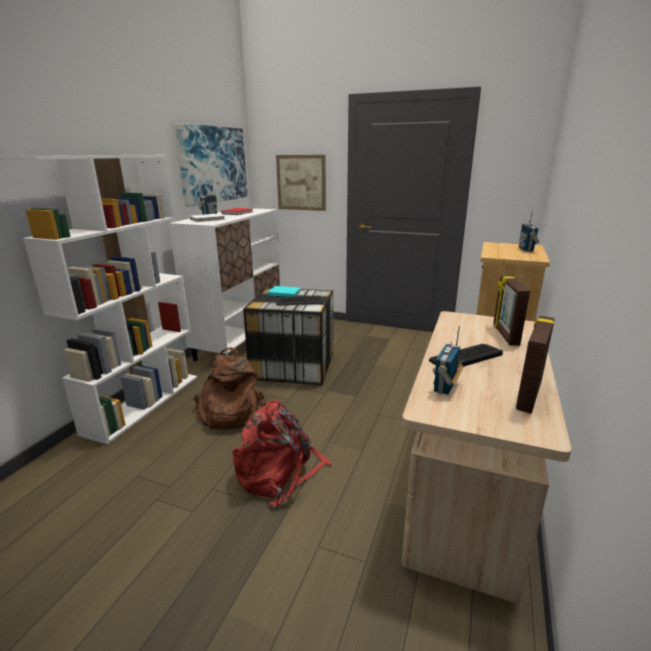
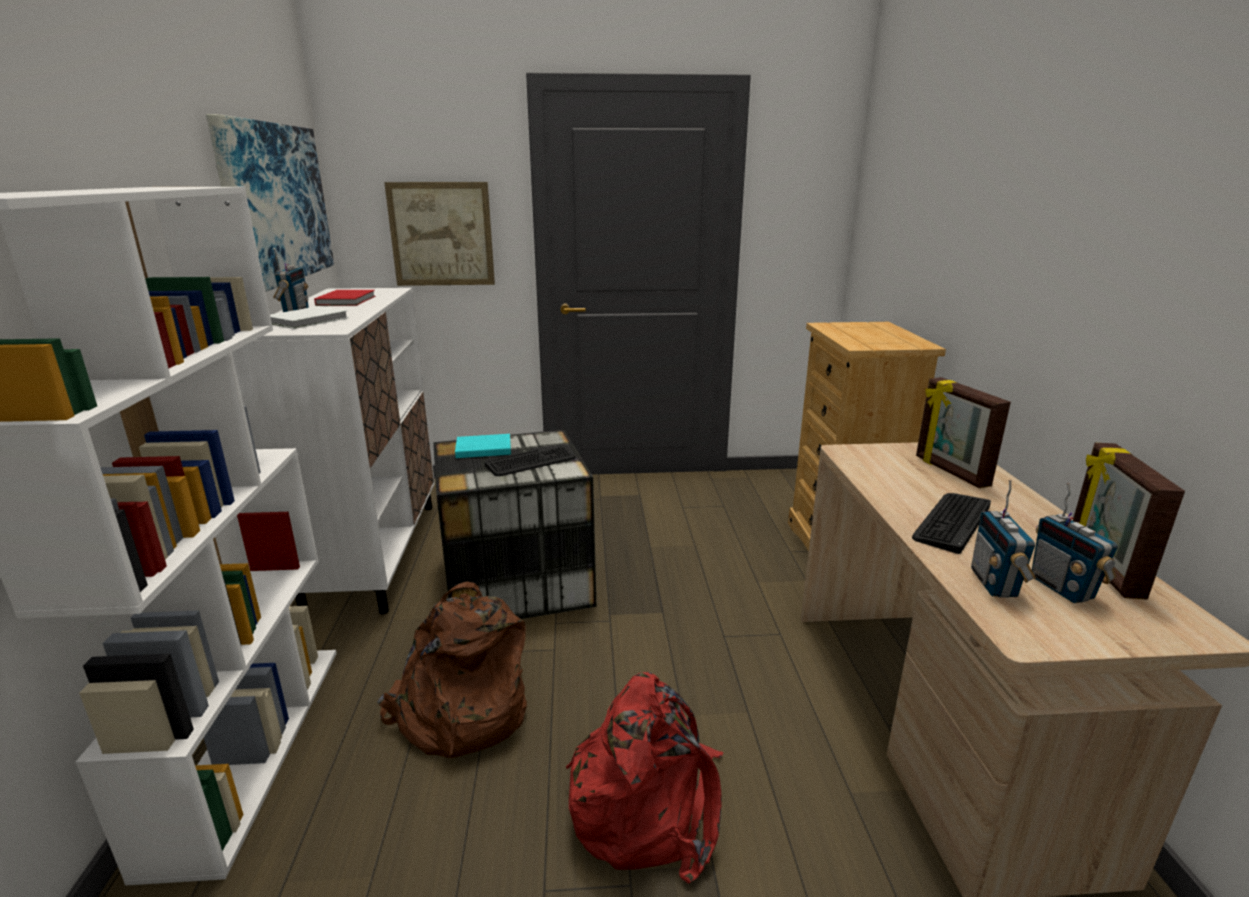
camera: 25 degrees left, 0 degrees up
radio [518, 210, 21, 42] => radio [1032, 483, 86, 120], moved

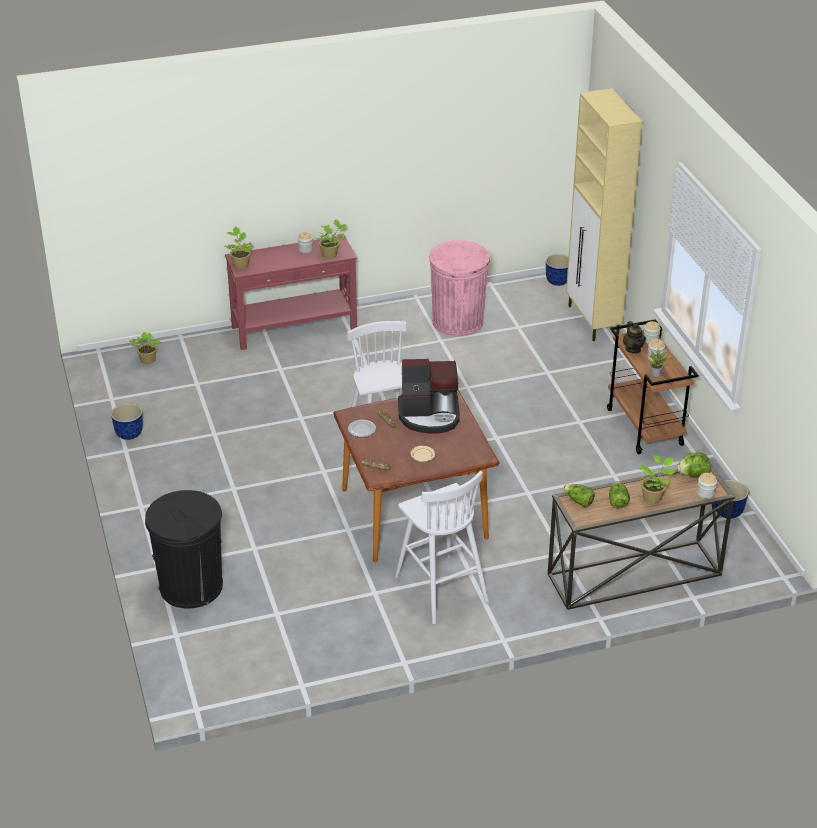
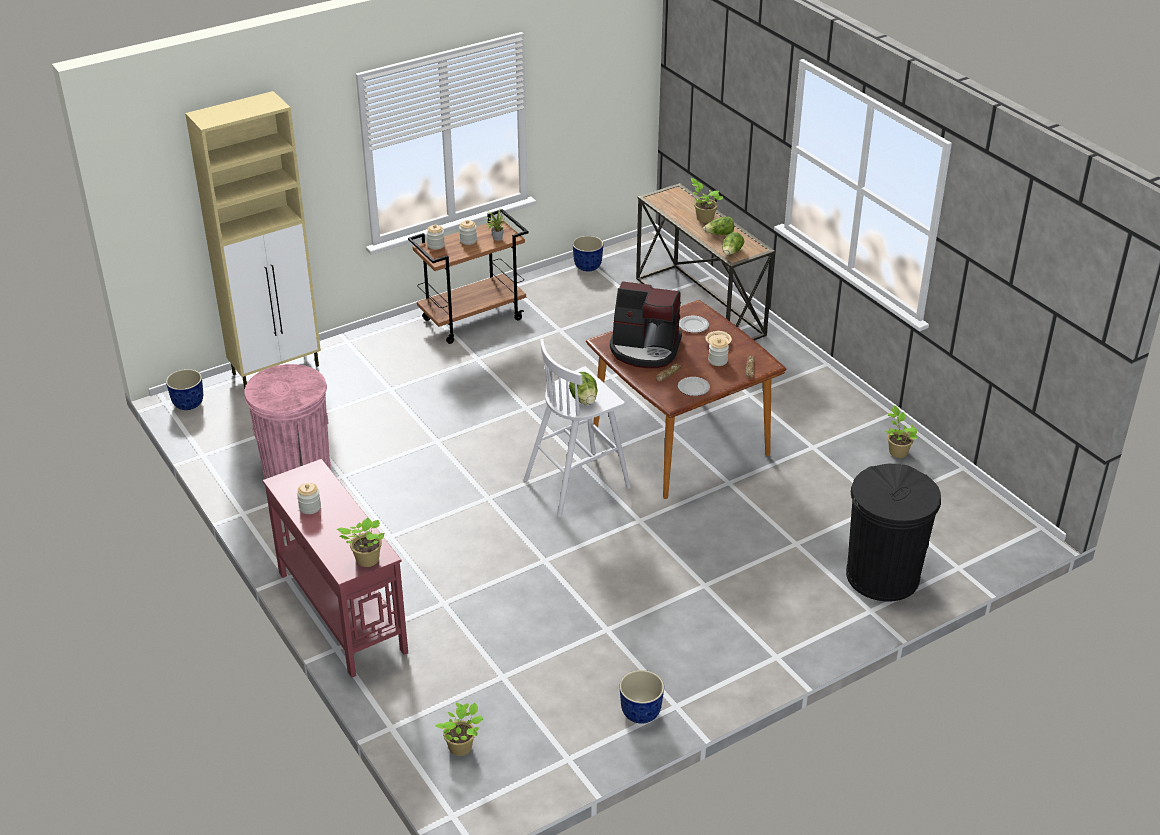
camera: 105 degrees left, 0 degrees up
potted plant [316, 219, 30, 40] => potted plant [885, 406, 33, 52], moved
teapot [623, 321, 23, 33] => nothing
coffee machine [398, 359, 62, 75] => coffee machine [610, 281, 72, 87], 120 degrees clockwise
lettuce [677, 452, 34, 25] => lettuce [569, 372, 29, 33], moved
stool/white [395, 471, 94, 153] => nothing
jar [697, 473, 20, 26] => jar [708, 338, 21, 28], moved
nothing => plate [679, 316, 30, 17]

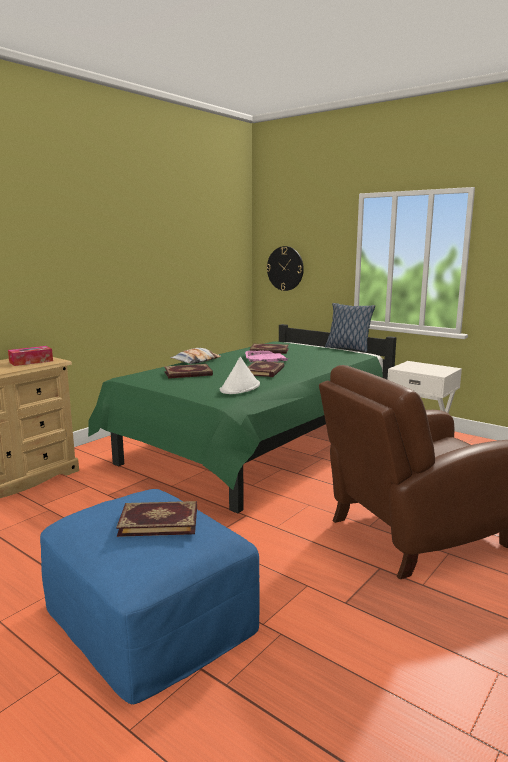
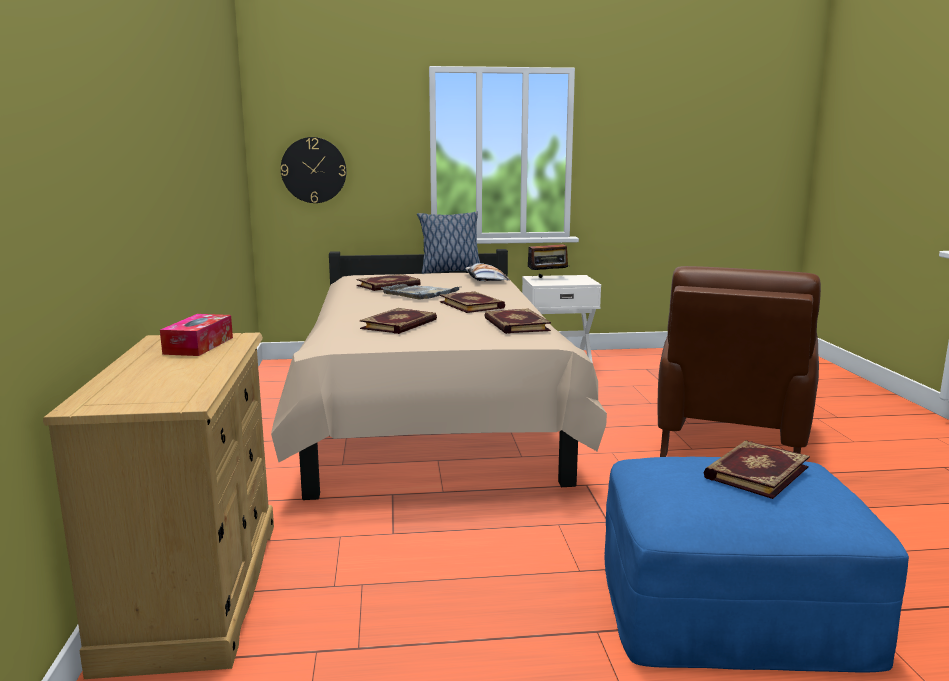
camera: 45 degrees left, 0 degrees up
bed/green [88, 324, 308, 190] => bed/beige [271, 249, 336, 251]
pillow [170, 348, 51, 16] => pillow [465, 263, 45, 18], moved
tray/pink [245, 351, 44, 11] => tray/grey [381, 284, 78, 15]
hat/white [220, 357, 40, 37] => book [484, 308, 67, 26]
nothing => radio [528, 237, 42, 41]

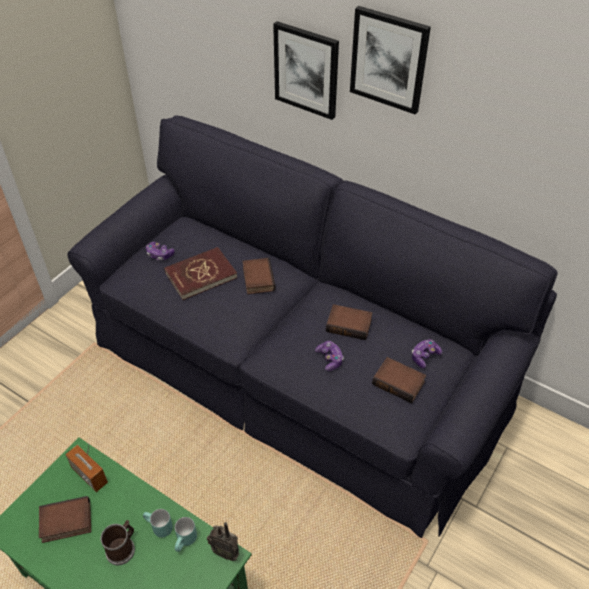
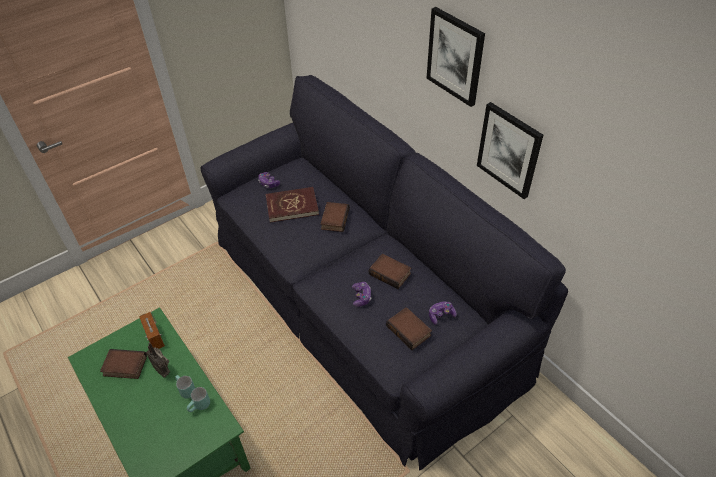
camera: 20 degrees right, 0 degrees up
picture [273, 21, 66, 99] => picture [477, 102, 66, 97], moved
mug [100, 520, 35, 45] => nothing
radio [207, 522, 33, 39] => radio [146, 343, 24, 35], moved

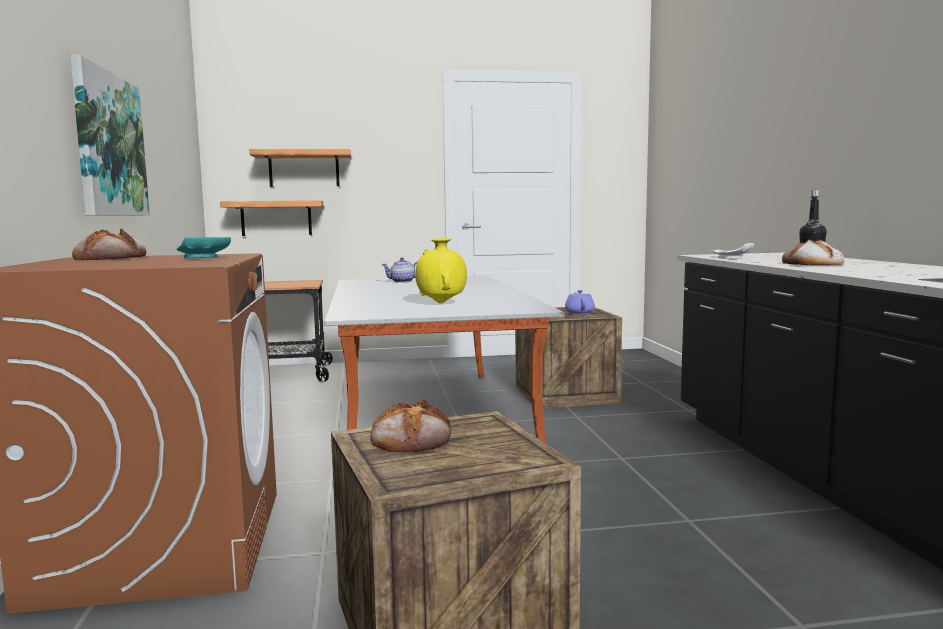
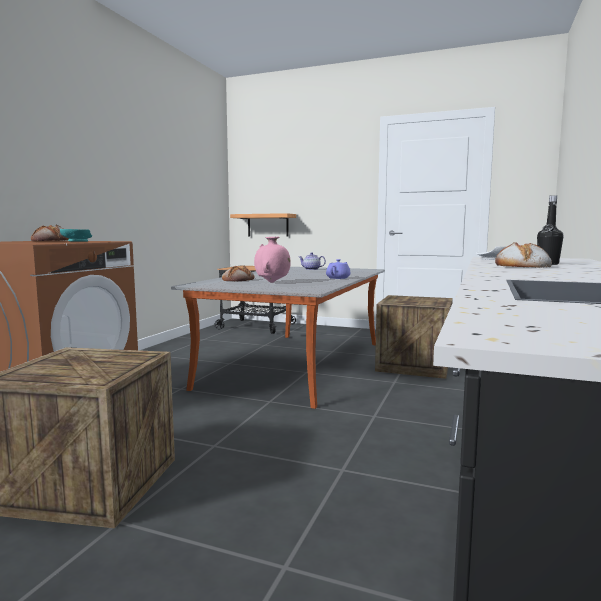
camera: 30 degrees right, 0 degrees up
picture [70, 55, 80, 160] => nothing
shelf [249, 149, 102, 38] => nothing
vase/yellow [415, 238, 52, 66] => vase/pink [254, 237, 37, 46]
teapot/purple [565, 290, 30, 24] => teapot/purple [326, 259, 25, 20], moved
bread [370, 400, 81, 52] => bread [222, 266, 33, 15], moved

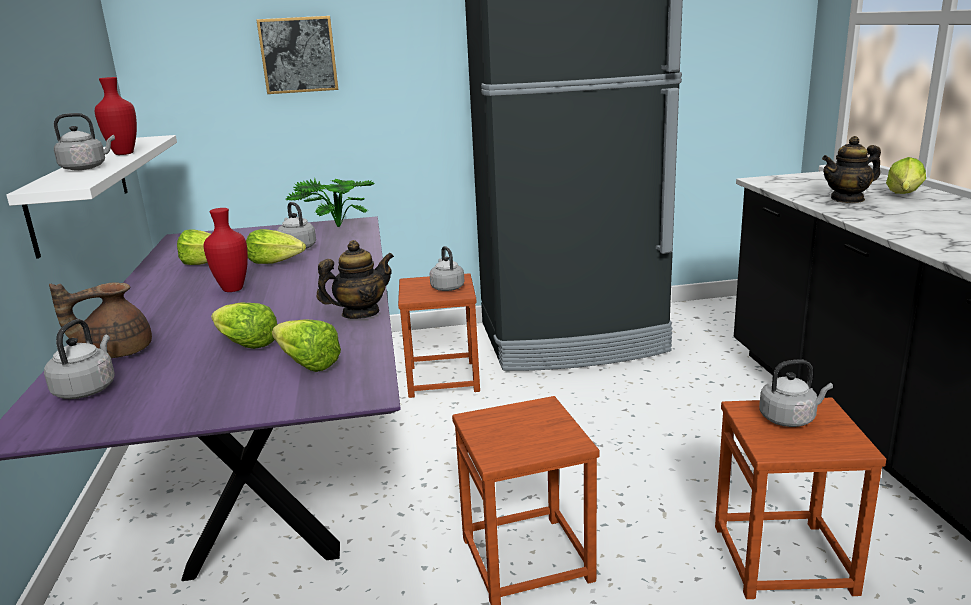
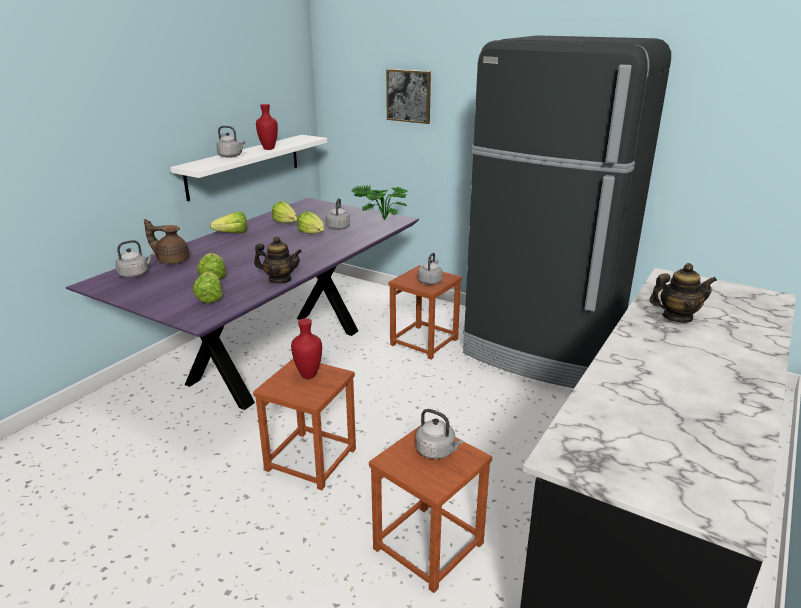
camera: 40 degrees right, 5 degrees up
teapot [822, 136, 59, 67] => teapot [649, 263, 68, 60], 150 degrees clockwise
lettuce [886, 157, 40, 37] => lettuce [210, 212, 37, 21], moved
vase/red [204, 208, 44, 84] => vase/red [291, 318, 31, 61], moved

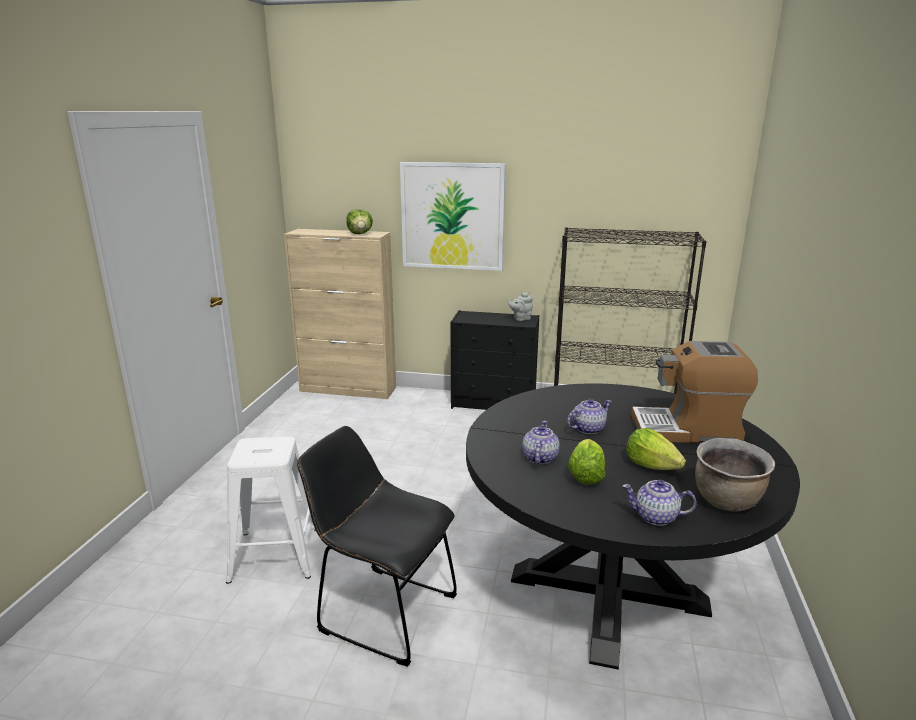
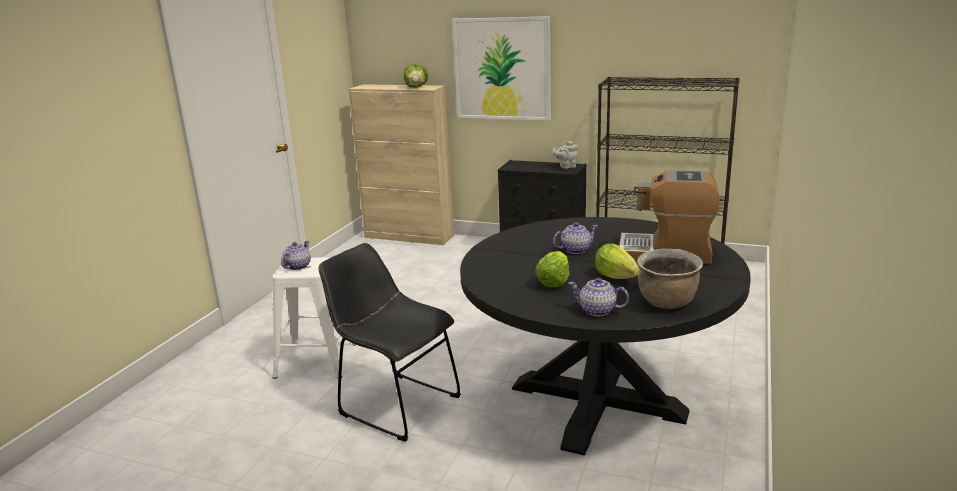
camera: 10 degrees right, 0 degrees up
teapot [522, 421, 38, 43] => teapot [281, 241, 30, 29], moved

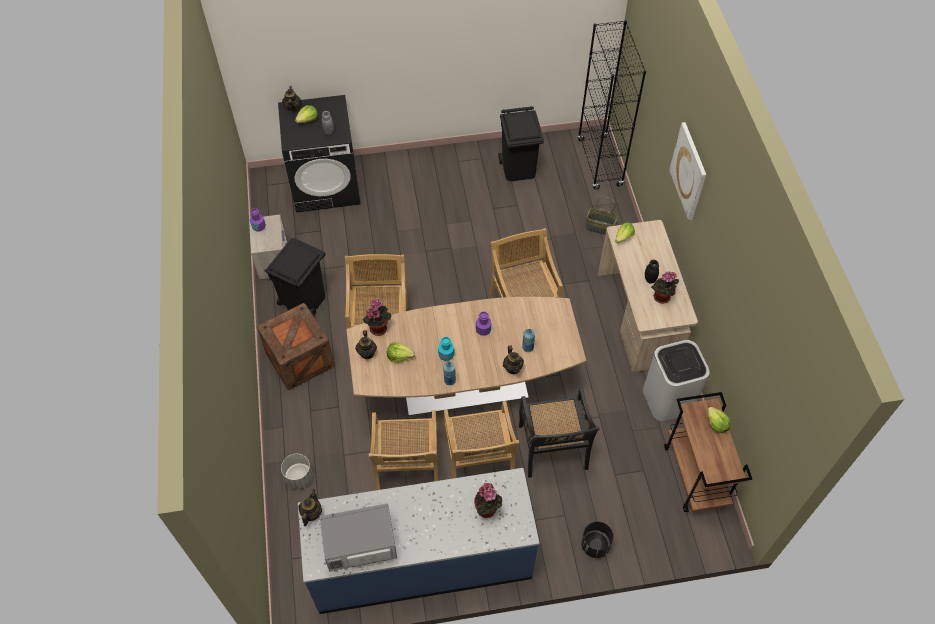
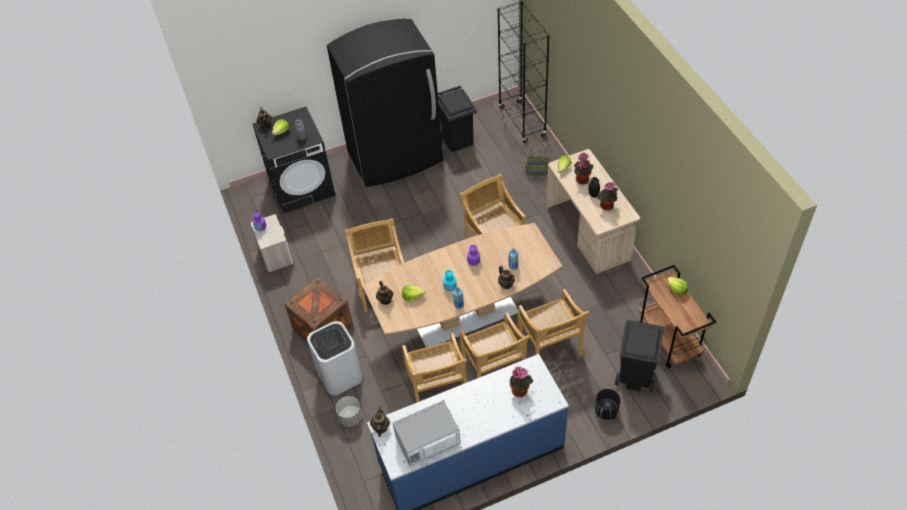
camera: 10 degrees left, 5 degrees down
picture [669, 122, 37, 99] => nothing
trash can/black [265, 238, 61, 78] => trash can/black [615, 320, 49, 72], moved
potted plant [363, 298, 29, 38] => potted plant [574, 152, 19, 33], moved
trash can/white [643, 340, 67, 81] => trash can/white [307, 321, 56, 74], moved
chair/black [519, 389, 81, 89] => chair/beige [517, 289, 72, 67]
nothing => fridge/black [327, 19, 116, 168]

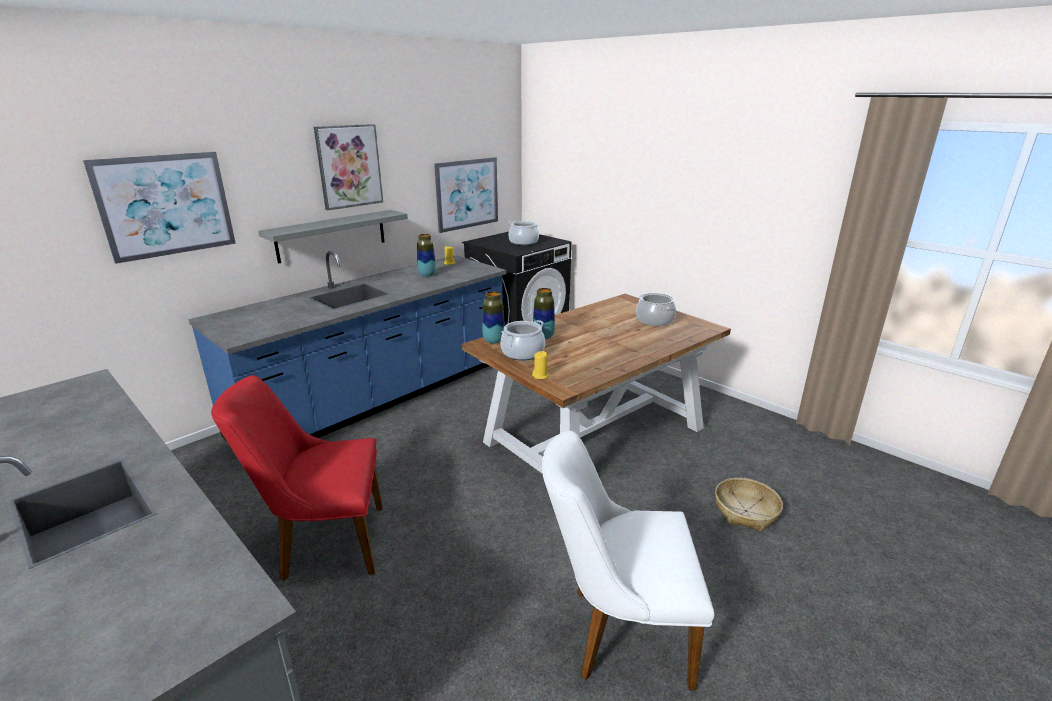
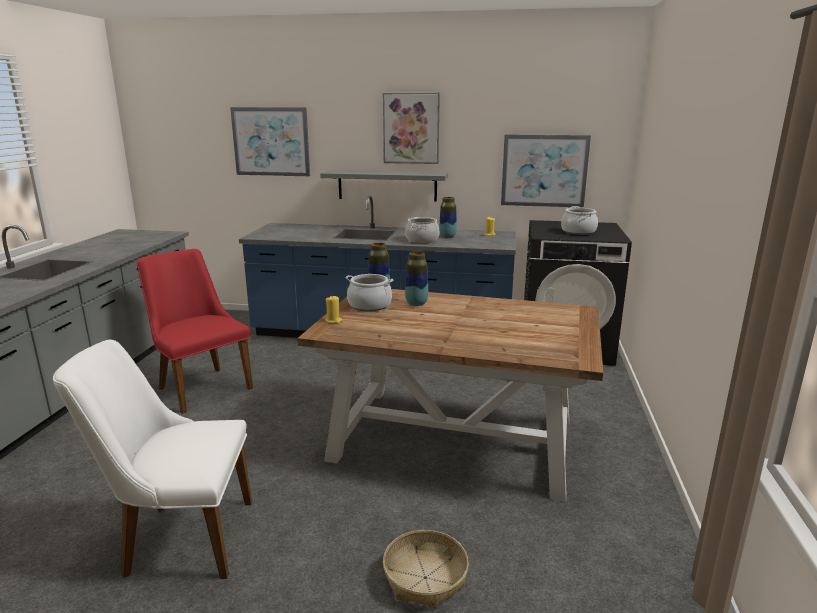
camera: 55 degrees right, 5 degrees down
cooking pot [636, 293, 40, 33] => cooking pot [405, 217, 34, 26], moved
chair/white [542, 431, 172, 259] => chair/white [53, 339, 199, 240], 60 degrees counterclockwise

